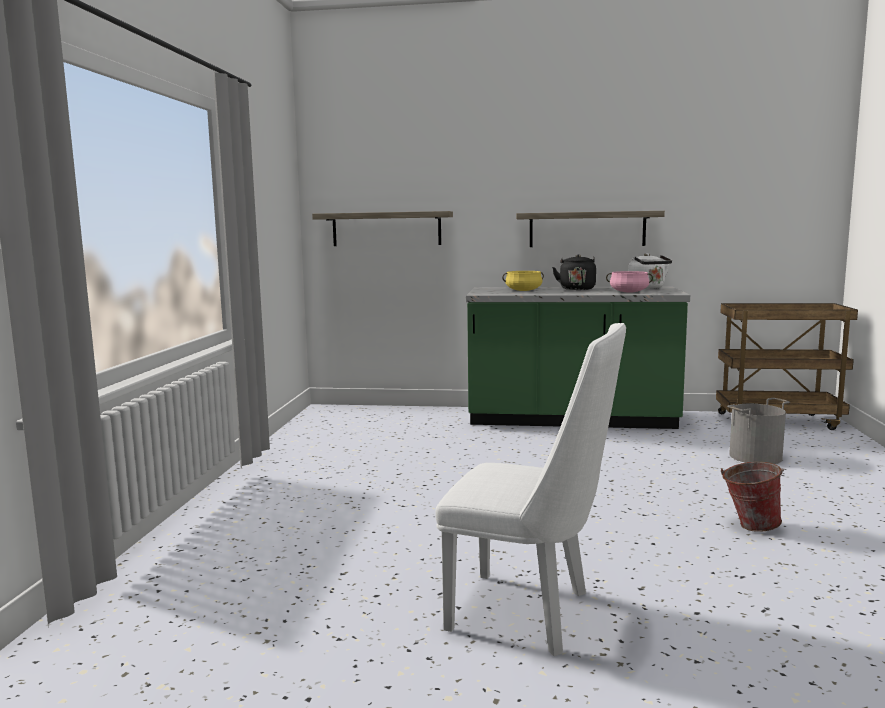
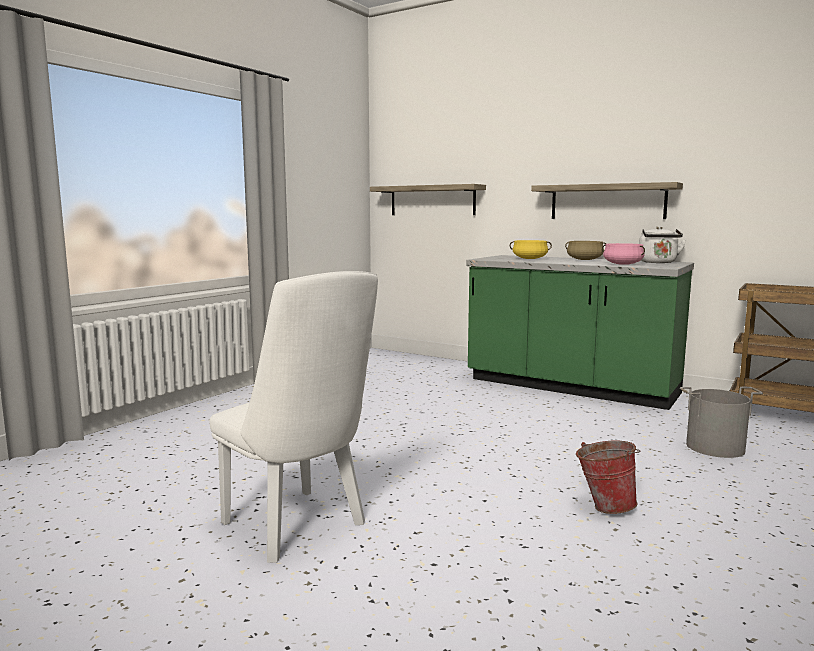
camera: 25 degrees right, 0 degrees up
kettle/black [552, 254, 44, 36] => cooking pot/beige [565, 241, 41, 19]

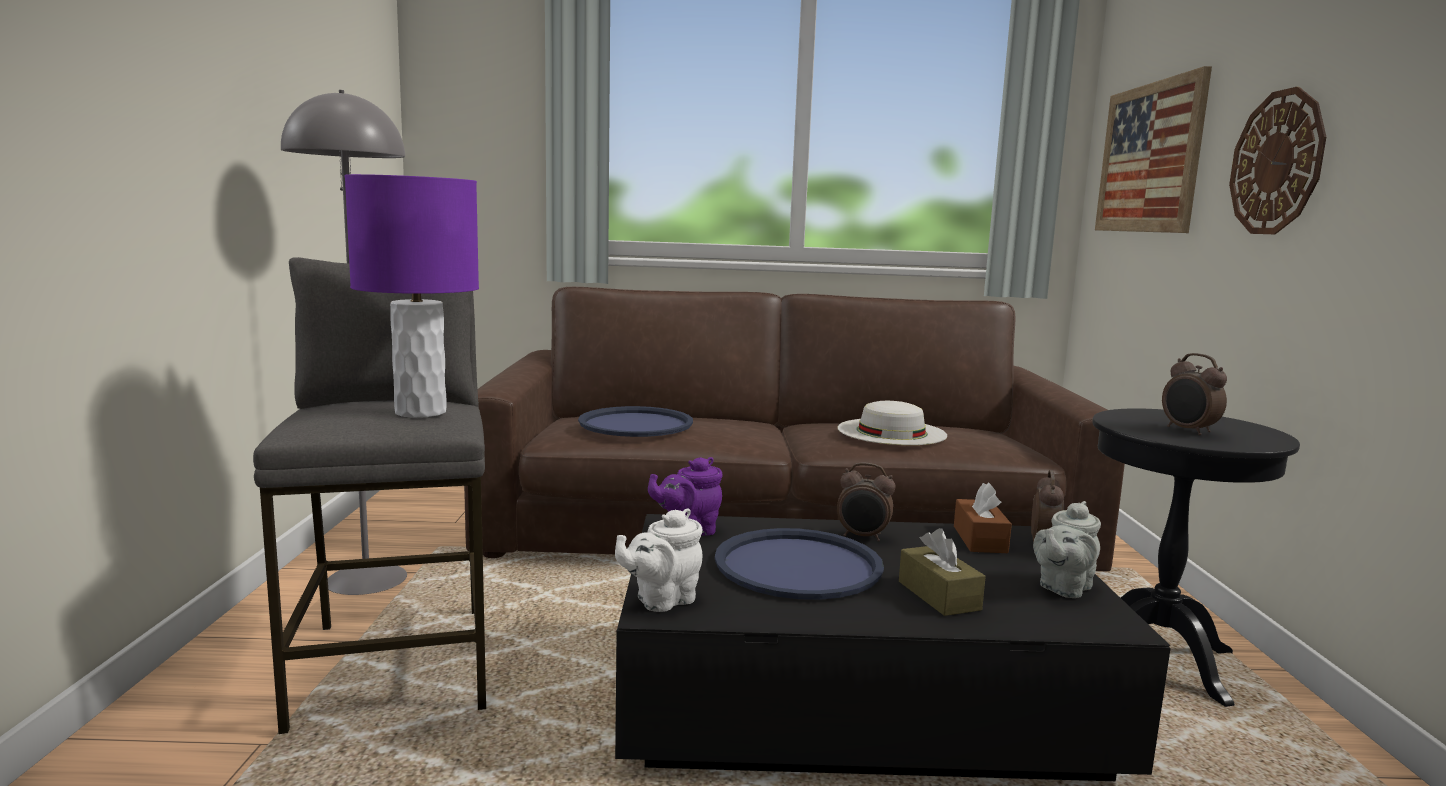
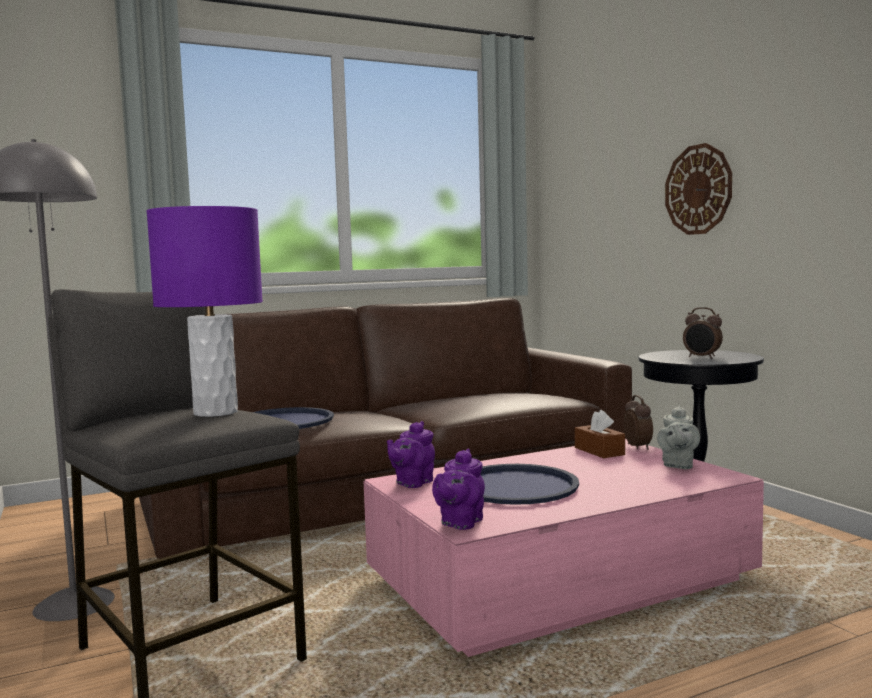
camera: 25 degrees left, 5 degrees down
picture [1095, 66, 117, 167] => nothing
hat/white [838, 401, 109, 44] => nothing
alarm clock [837, 463, 59, 78] => nothing
teapot/white [615, 509, 88, 103] => teapot/purple [432, 449, 53, 81]
coffee table/black [615, 514, 556, 267] => coffee table/pink [364, 439, 400, 218]
tissue box/brown [899, 528, 87, 88] => nothing

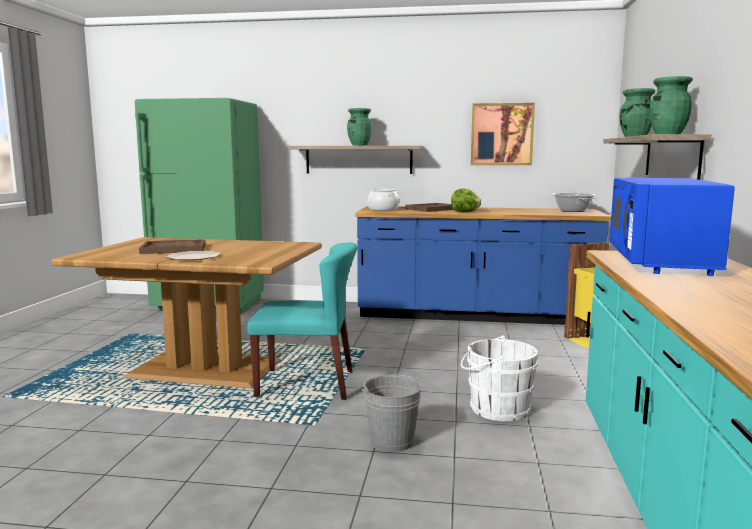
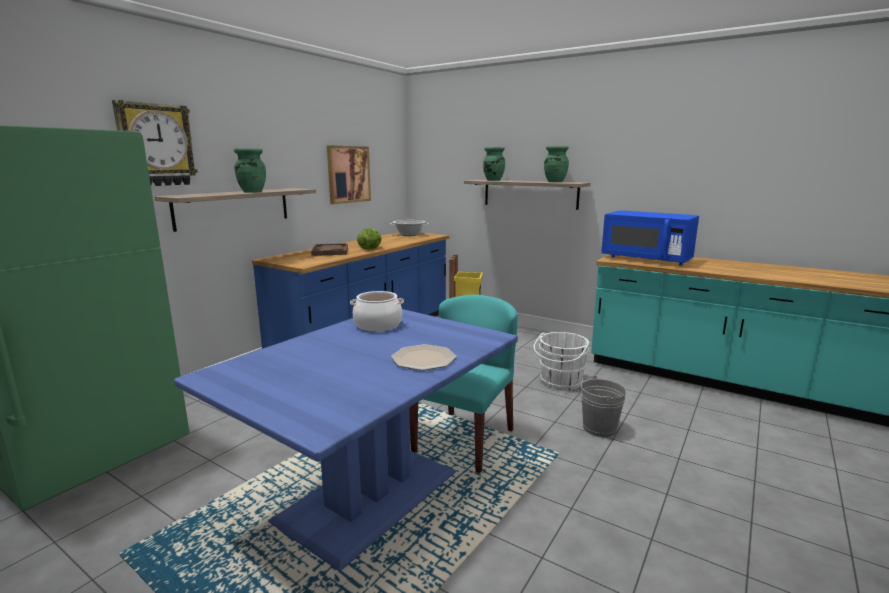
camera: 65 degrees left, 5 degrees up
cooking pot [367, 189, 32, 22] => cooking pot [350, 291, 54, 40], moved
dining table/brown [52, 237, 270, 151] => dining table/blue [174, 309, 344, 263]
tray/brown [139, 239, 66, 15] => nothing
nothing => wall clock [112, 100, 86, 86]

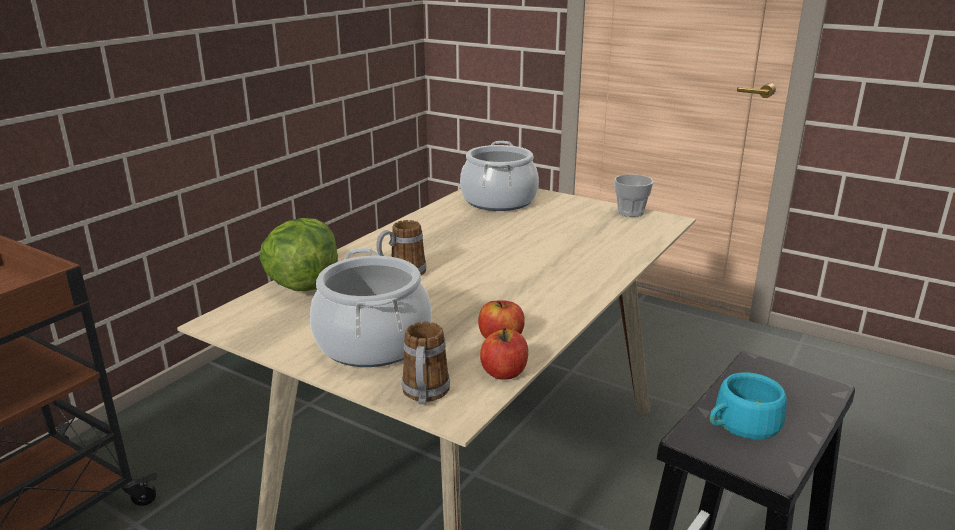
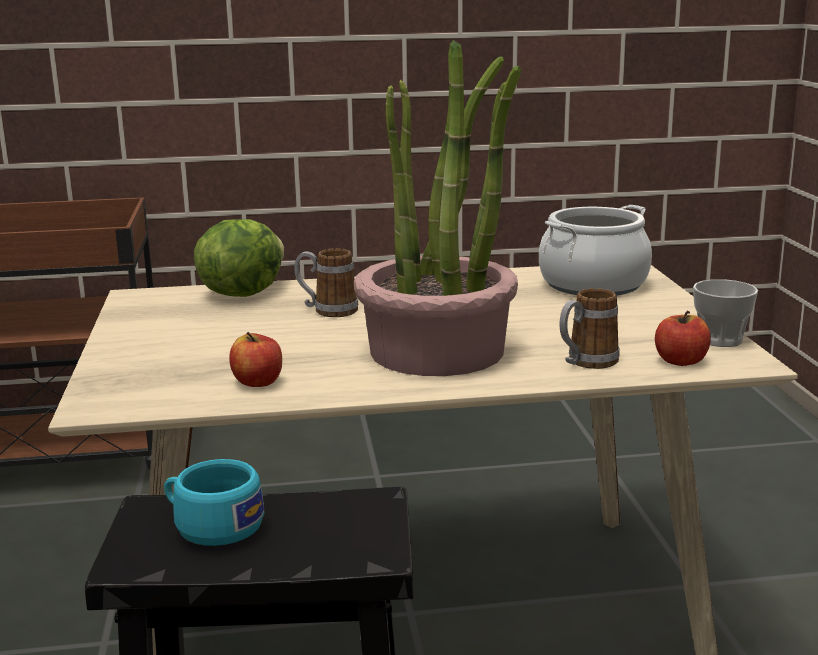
camera: 50 degrees right, 5 degrees down
cooking pot [310, 248, 122, 119] => nothing
mug [402, 322, 48, 82] => mug [559, 288, 61, 81], moved
apple [480, 328, 48, 52] => apple [655, 311, 56, 55], moved
nothing => potted plant [354, 40, 167, 336]

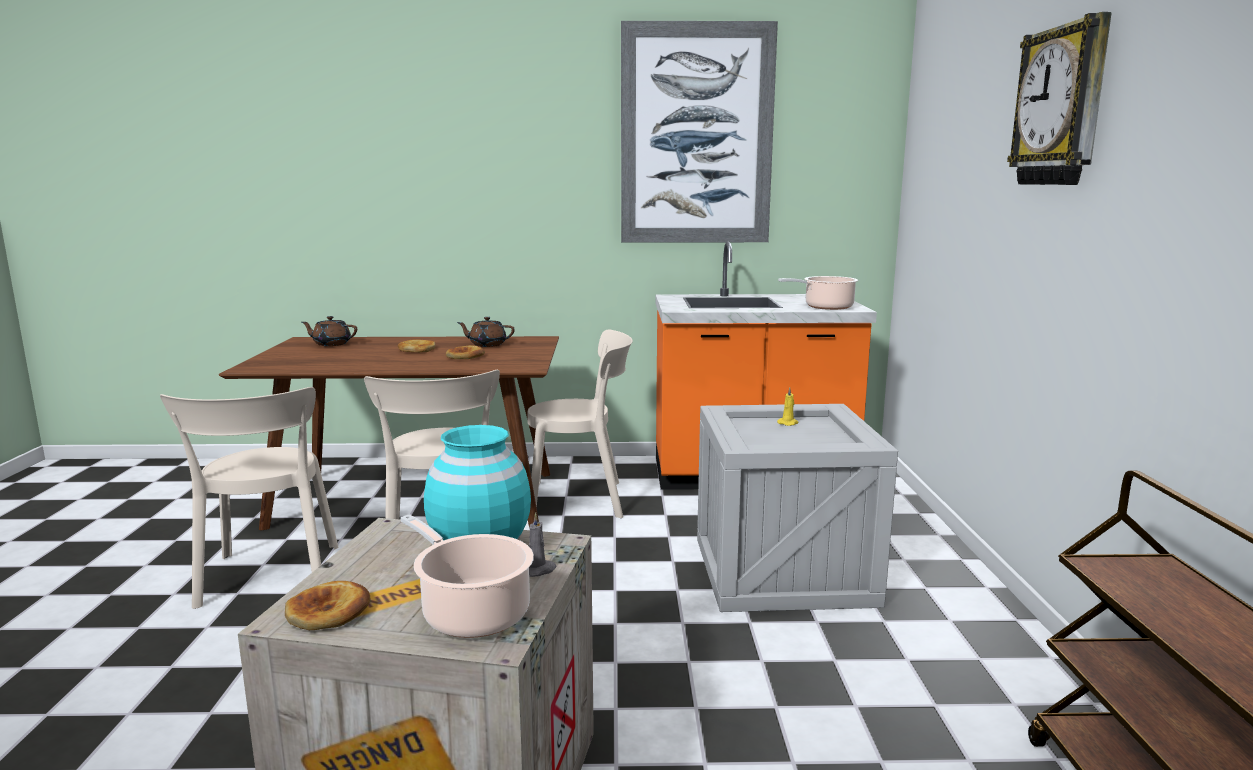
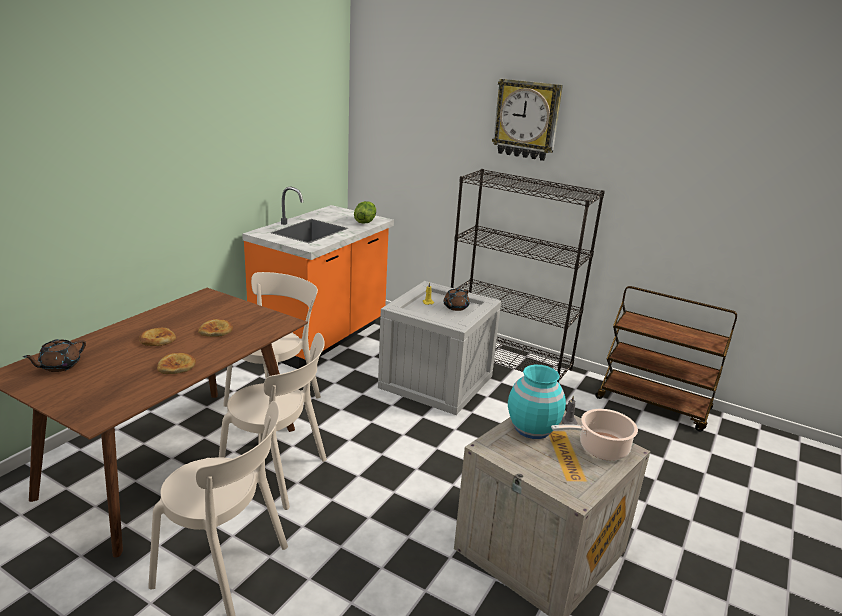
camera: 60 degrees left, 10 degrees up
picture [621, 21, 157, 222] => nothing
cooking pot [778, 276, 80, 34] => lettuce [354, 201, 22, 23]
teapot/brown [457, 317, 58, 30] => teapot/brown [443, 288, 27, 23], moved
bread [285, 581, 85, 49] => bread [157, 353, 39, 21], moved
nothing => bookcase/black [451, 169, 154, 214]

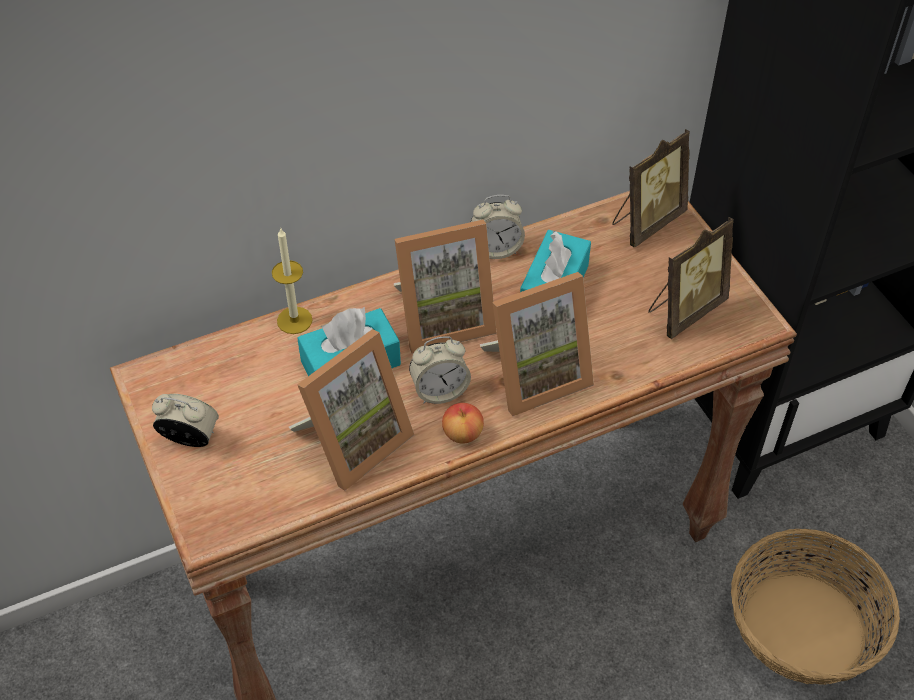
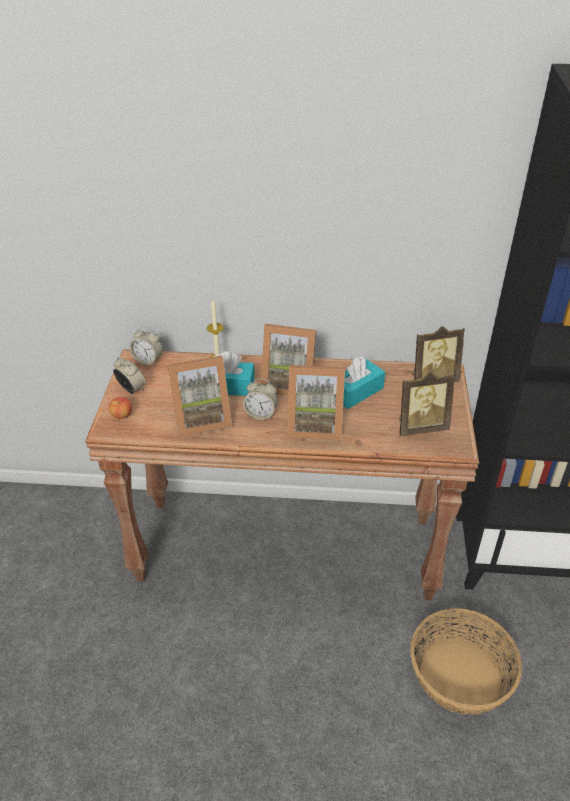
camera: 30 degrees right, 10 degrees down
alarm clock [470, 195, 55, 64] => alarm clock [130, 326, 33, 40], moved
apple [442, 403, 42, 41] => apple [109, 397, 23, 22], moved

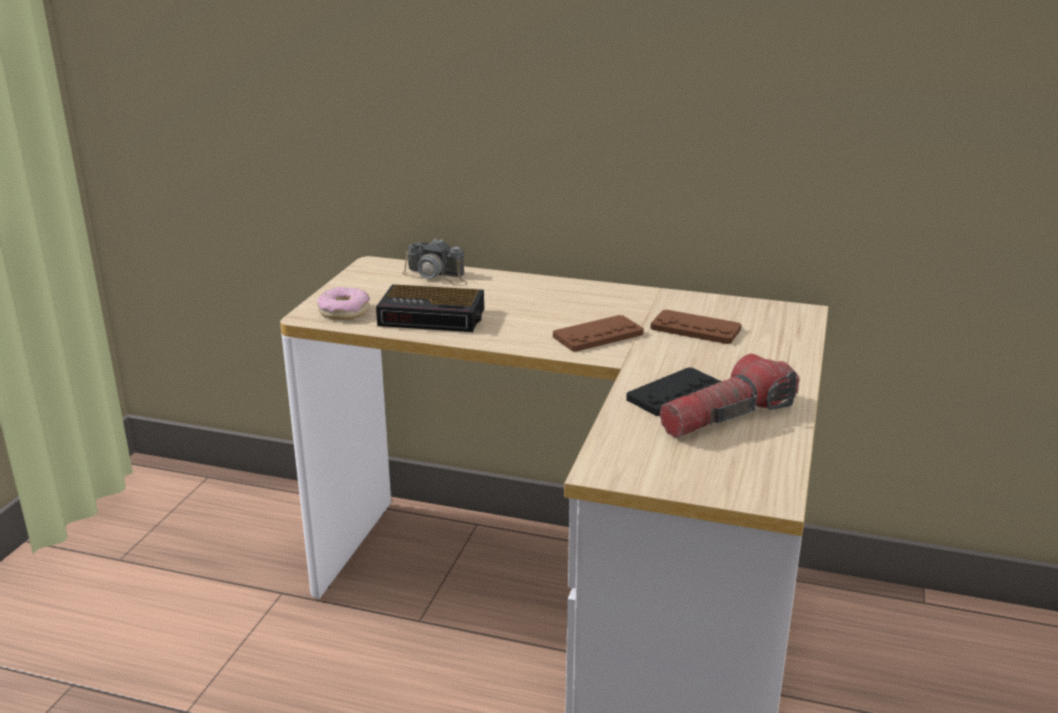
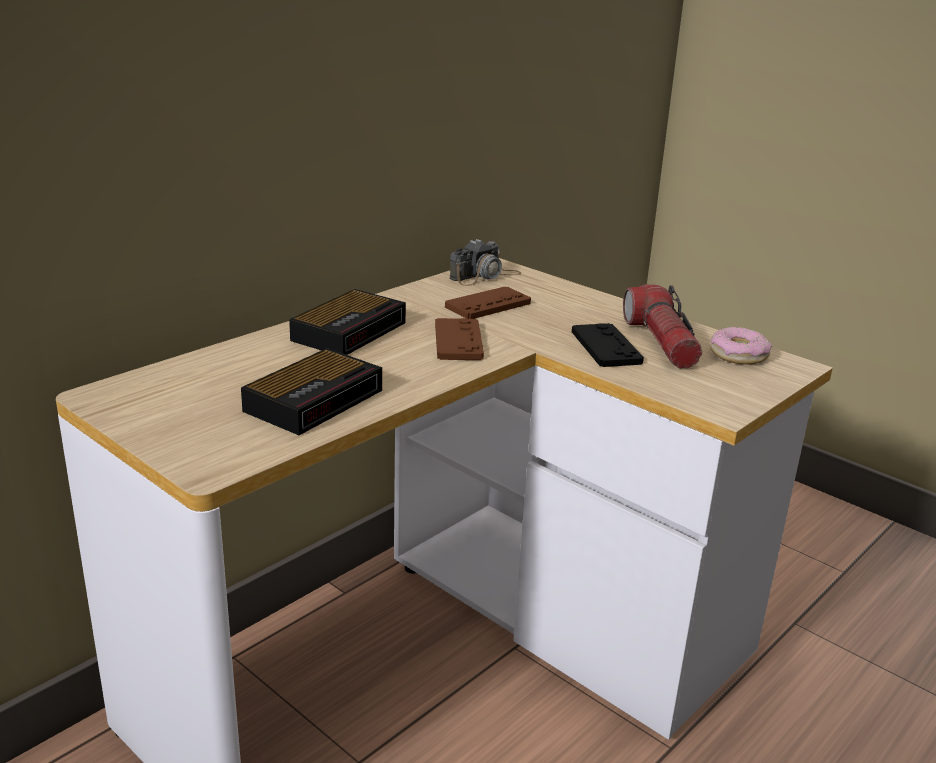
camera: 65 degrees left, 0 degrees up
photo camera [402, 238, 66, 48] => photo camera [450, 239, 71, 47], moved
donut [317, 287, 53, 33] => donut [710, 327, 62, 38], moved
nothing => alarm clock [289, 289, 117, 66]

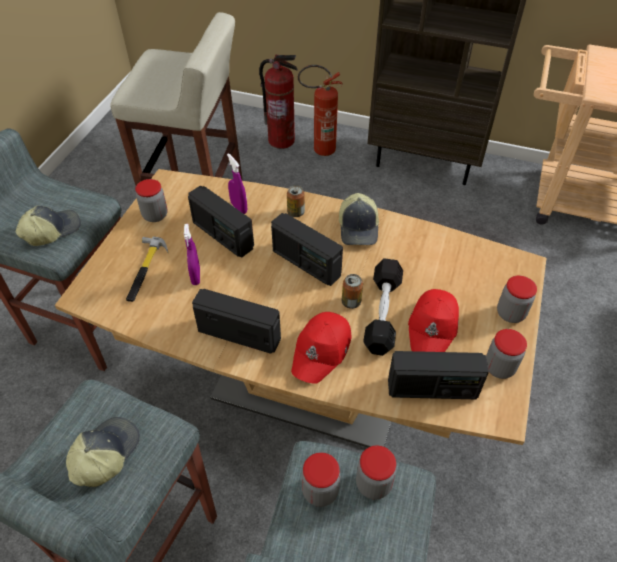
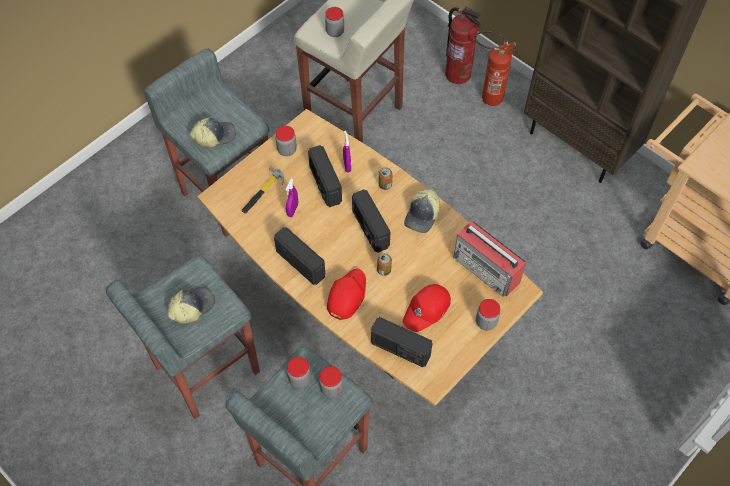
camera: 25 degrees right, 10 degrees up
dumbbell/black [363, 258, 40, 98] => nothing
cap/red [291, 312, 61, 72] => cap/red [327, 268, 39, 52], 150 degrees clockwise
jar [486, 329, 41, 50] => jar [325, 7, 19, 30], moved
nothing => radio [453, 221, 73, 76]

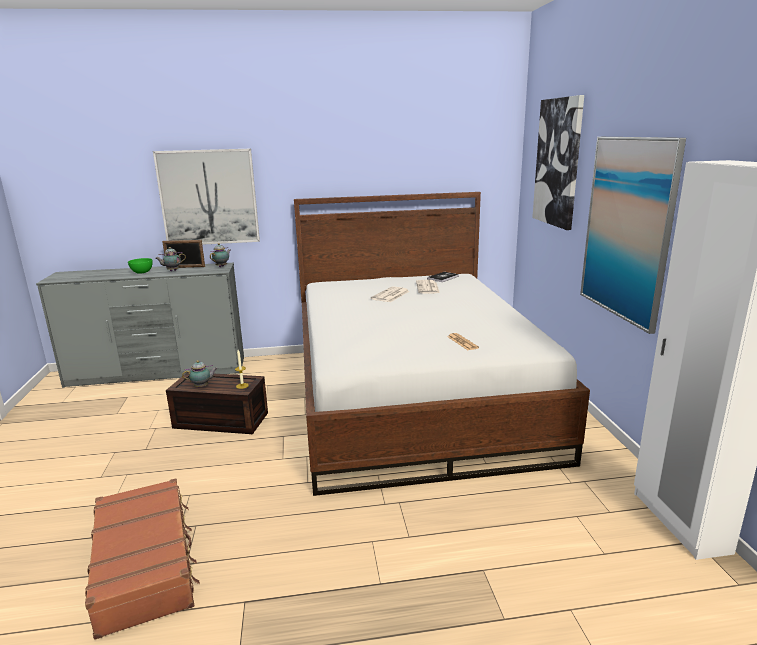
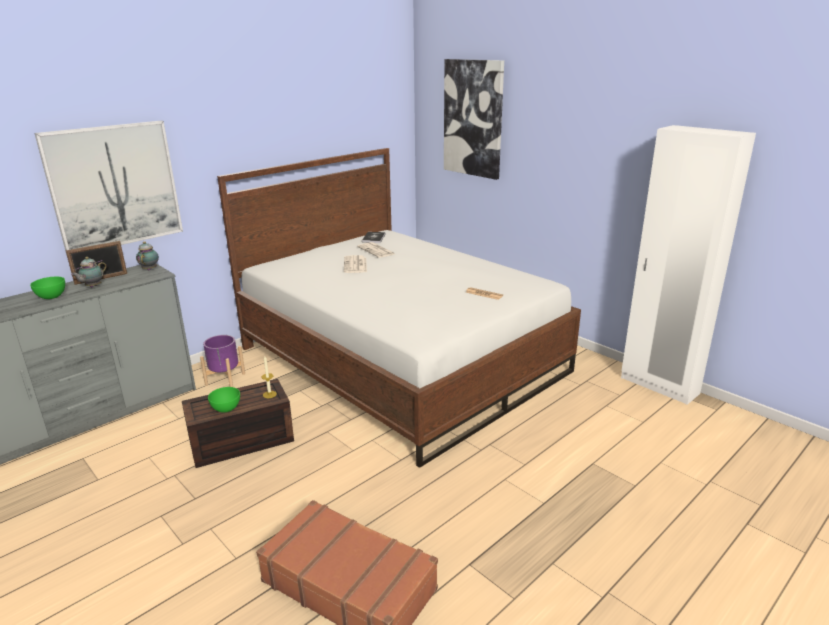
camera: 35 degrees left, 5 degrees up
picture [580, 137, 106, 197] => nothing
teapot [182, 360, 36, 27] => bowl/green [208, 387, 32, 26]
nothing => planter/purple [200, 335, 45, 52]

